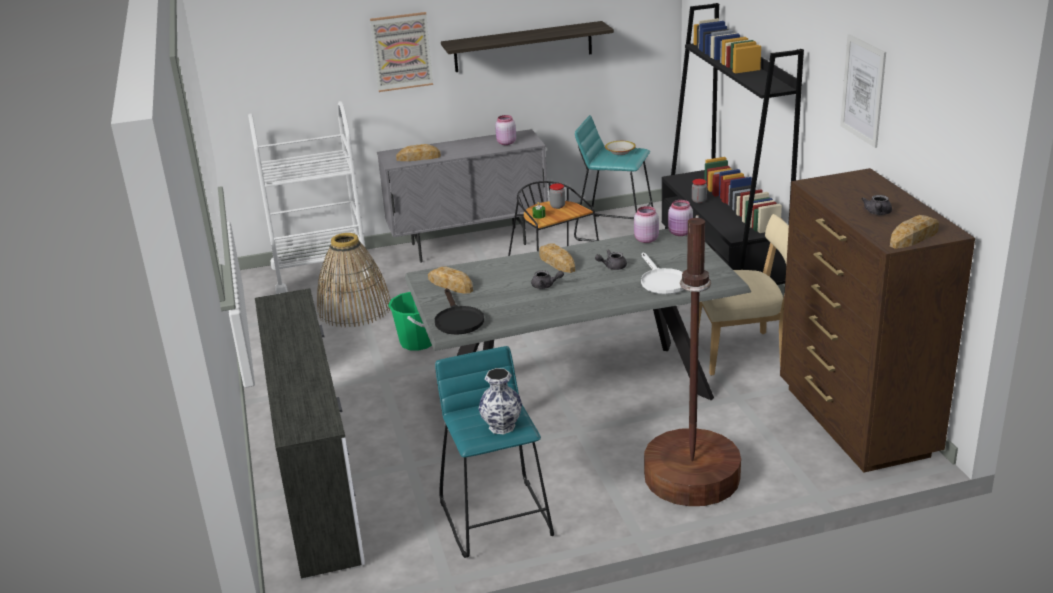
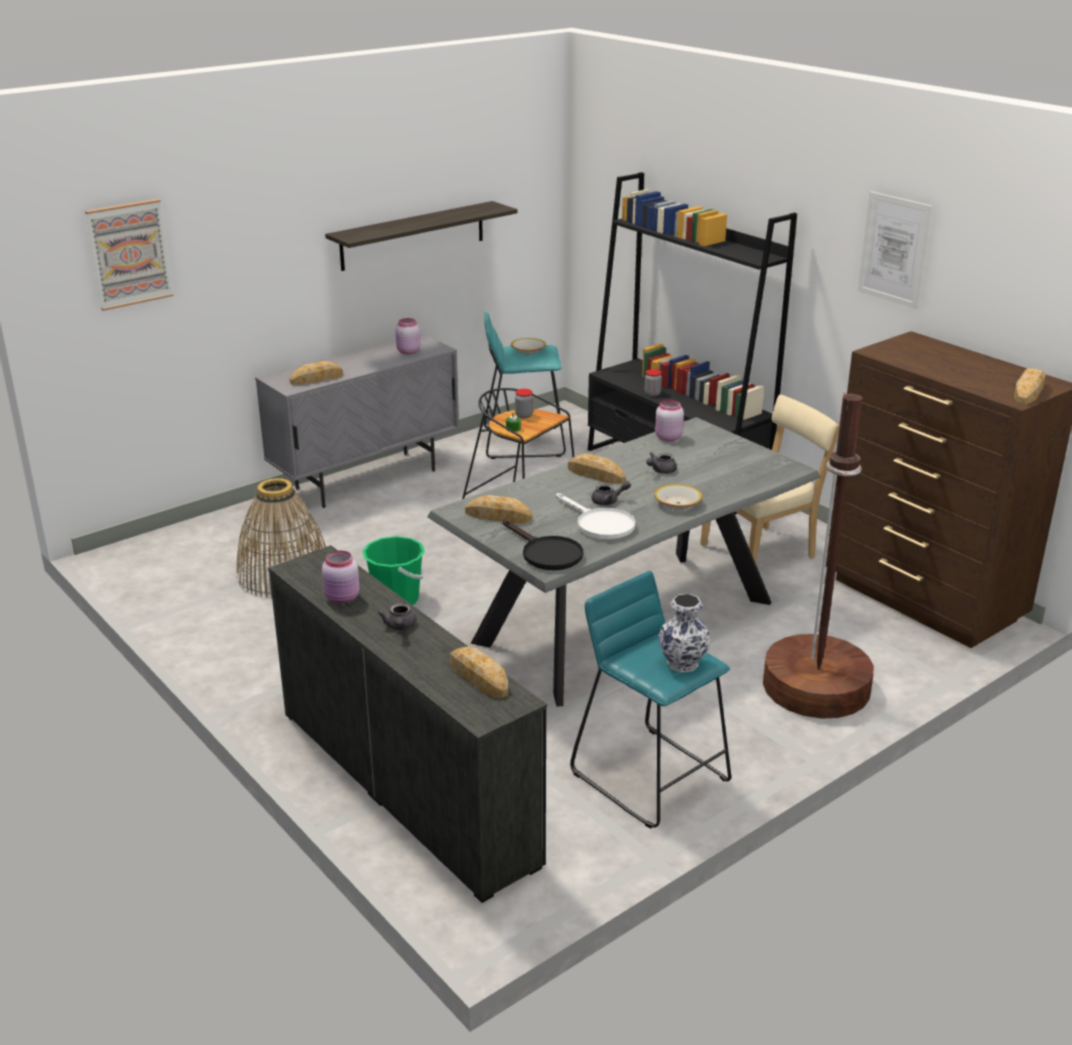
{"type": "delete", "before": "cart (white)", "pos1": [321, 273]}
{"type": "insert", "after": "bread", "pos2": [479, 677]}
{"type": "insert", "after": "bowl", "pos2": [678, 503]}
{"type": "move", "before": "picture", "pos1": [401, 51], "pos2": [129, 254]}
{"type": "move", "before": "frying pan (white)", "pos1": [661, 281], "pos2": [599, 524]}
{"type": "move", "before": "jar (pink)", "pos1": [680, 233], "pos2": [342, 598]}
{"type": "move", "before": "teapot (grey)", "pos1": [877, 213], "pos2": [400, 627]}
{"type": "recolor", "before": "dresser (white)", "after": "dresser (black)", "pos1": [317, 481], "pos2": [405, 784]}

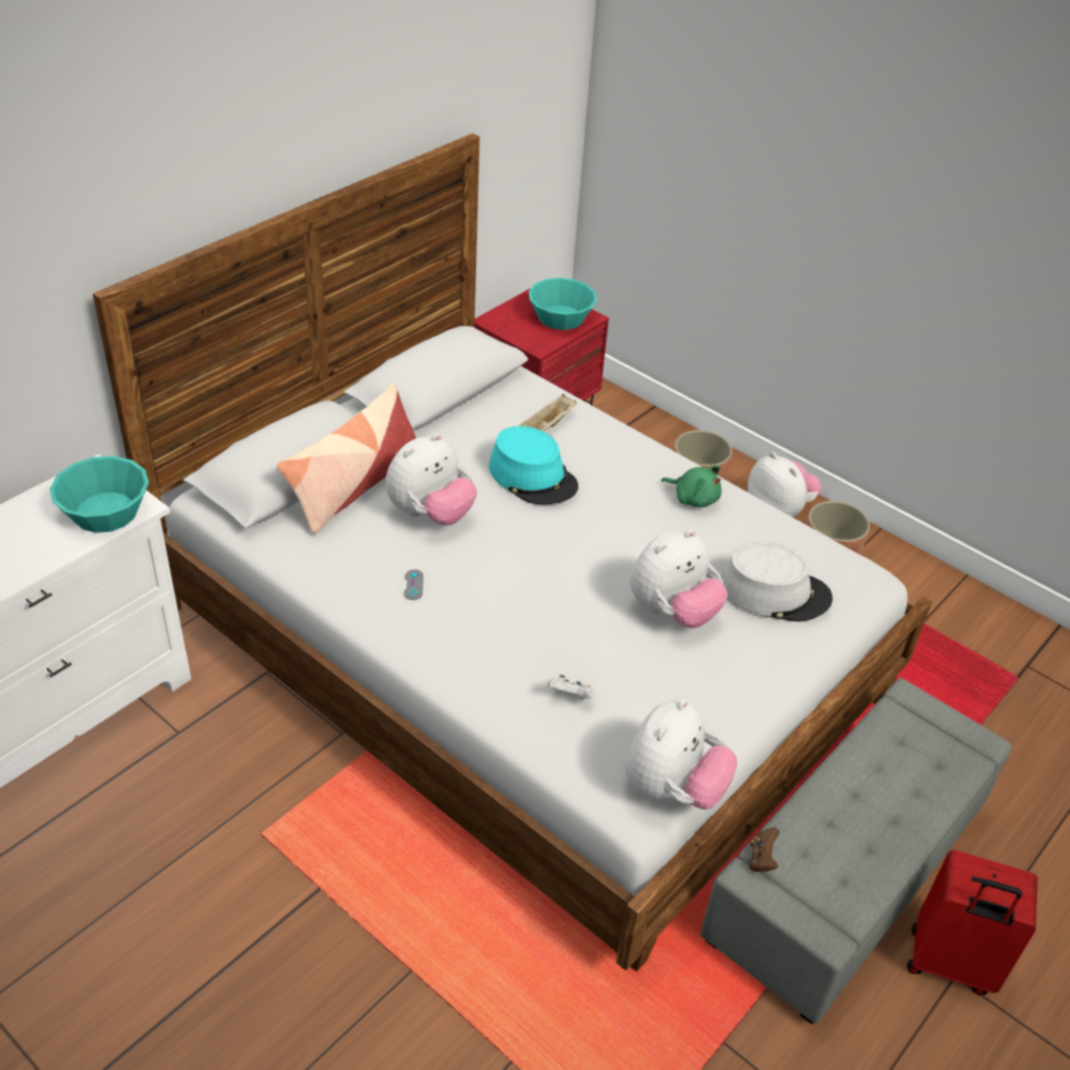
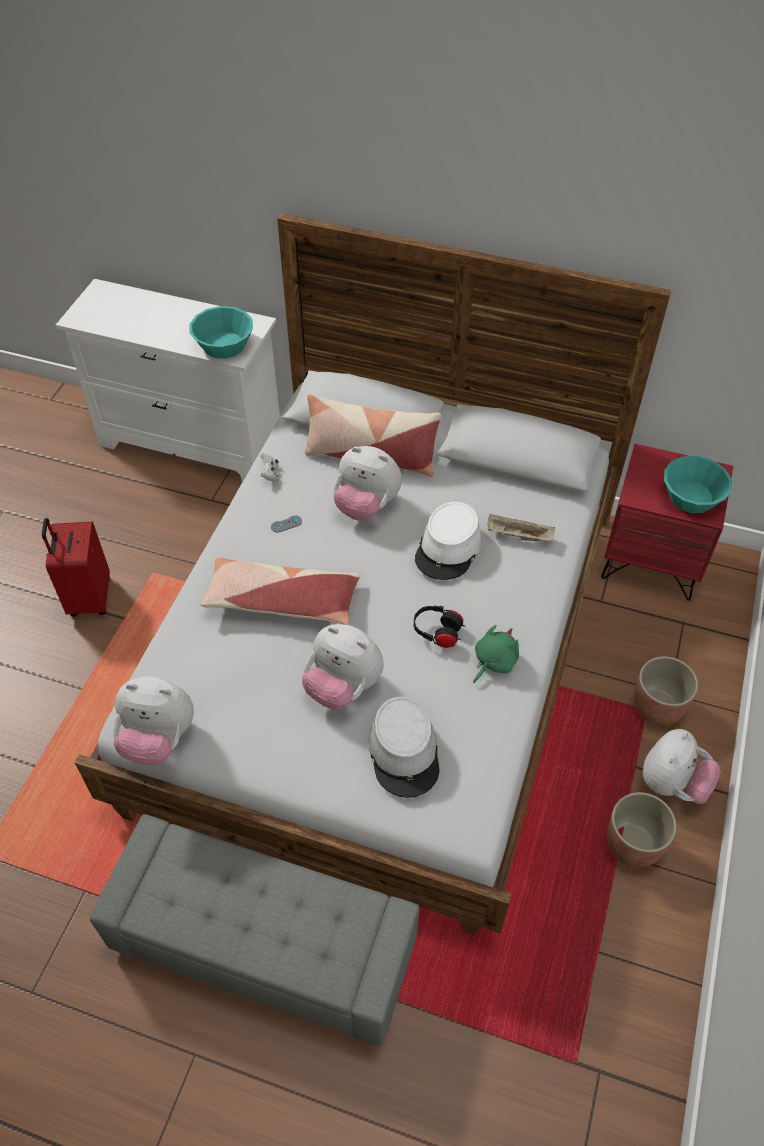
{"type": "delete", "before": "game controller (brown)", "pos1": [761, 858]}
{"type": "insert", "after": "pillow", "pos2": [281, 601]}
{"type": "insert", "after": "headphones (black)", "pos2": [438, 633]}
{"type": "move", "before": "game controller (white)", "pos1": [571, 696], "pos2": [270, 474]}
{"type": "move", "before": "suitcase (red)", "pos1": [950, 964], "pos2": [89, 598]}
{"type": "recolor", "before": "hat (turquoise)", "after": "hat (white)", "pos1": [533, 477], "pos2": [448, 548]}
{"type": "rotate", "before": "plush toy (green)", "pos1": [693, 498], "pos2": [493, 662], "turn": -150}

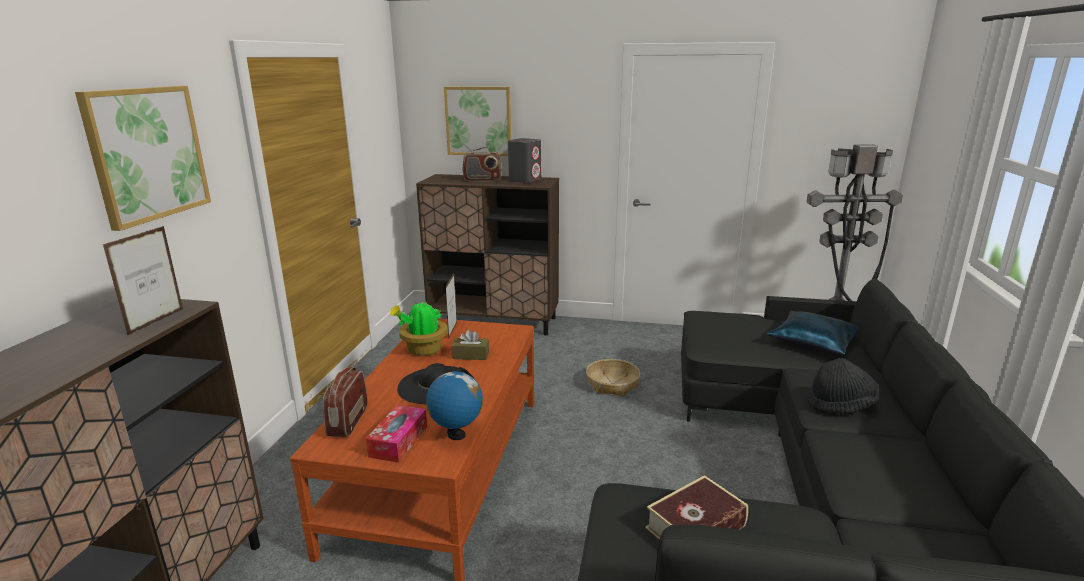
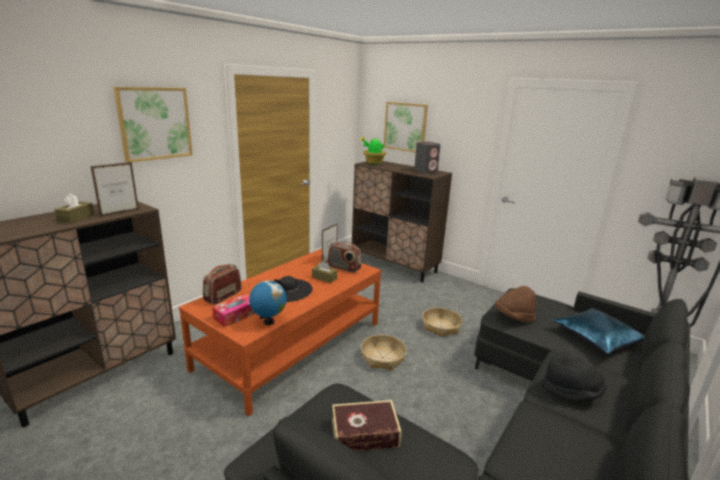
{"type": "insert", "after": "tissue box (brown)", "pos2": [76, 218]}
{"type": "insert", "after": "basket", "pos2": [383, 358]}
{"type": "insert", "after": "hat (brown)", "pos2": [514, 317]}
{"type": "move", "before": "potted plant", "pos1": [423, 350], "pos2": [373, 163]}
{"type": "move", "before": "radio", "pos1": [482, 180], "pos2": [344, 268]}

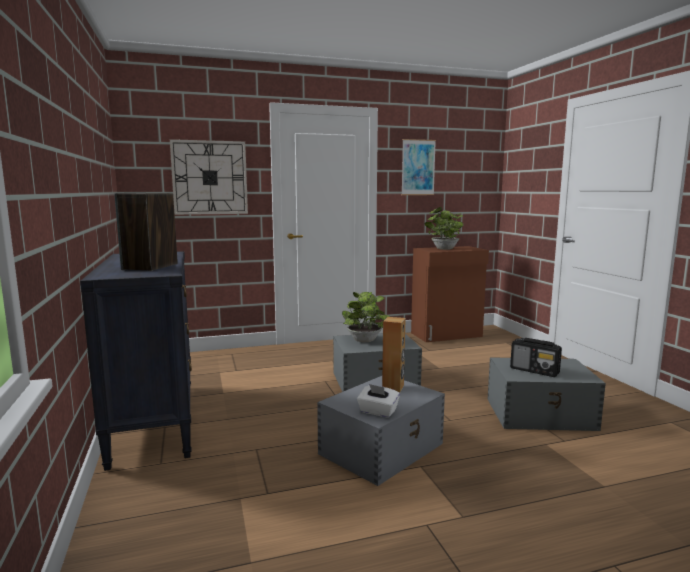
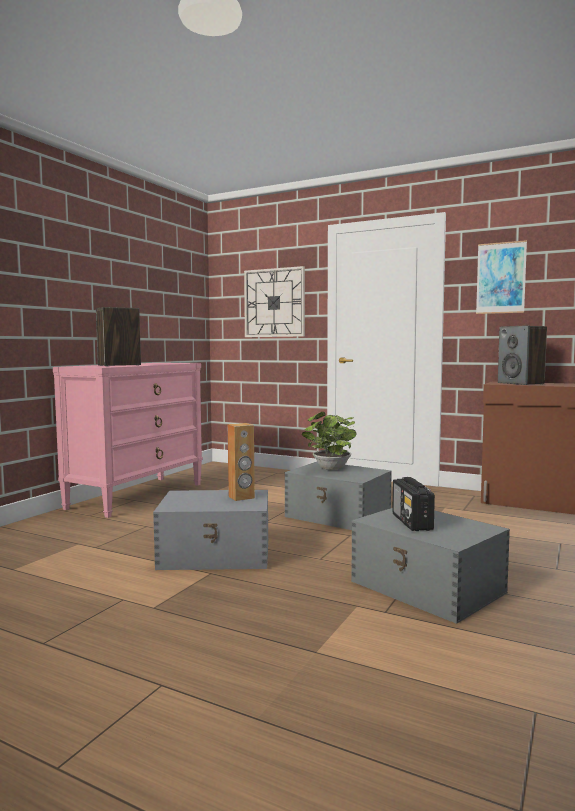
{"type": "delete", "before": "tissue box (white)", "pos1": [377, 412]}
{"type": "replace", "before": "potted plant", "after": "speaker", "pos1": [443, 249], "pos2": [521, 383]}
{"type": "recolor", "before": "dresser (black)", "after": "dresser (pink)", "pos1": [154, 421], "pos2": [137, 495]}

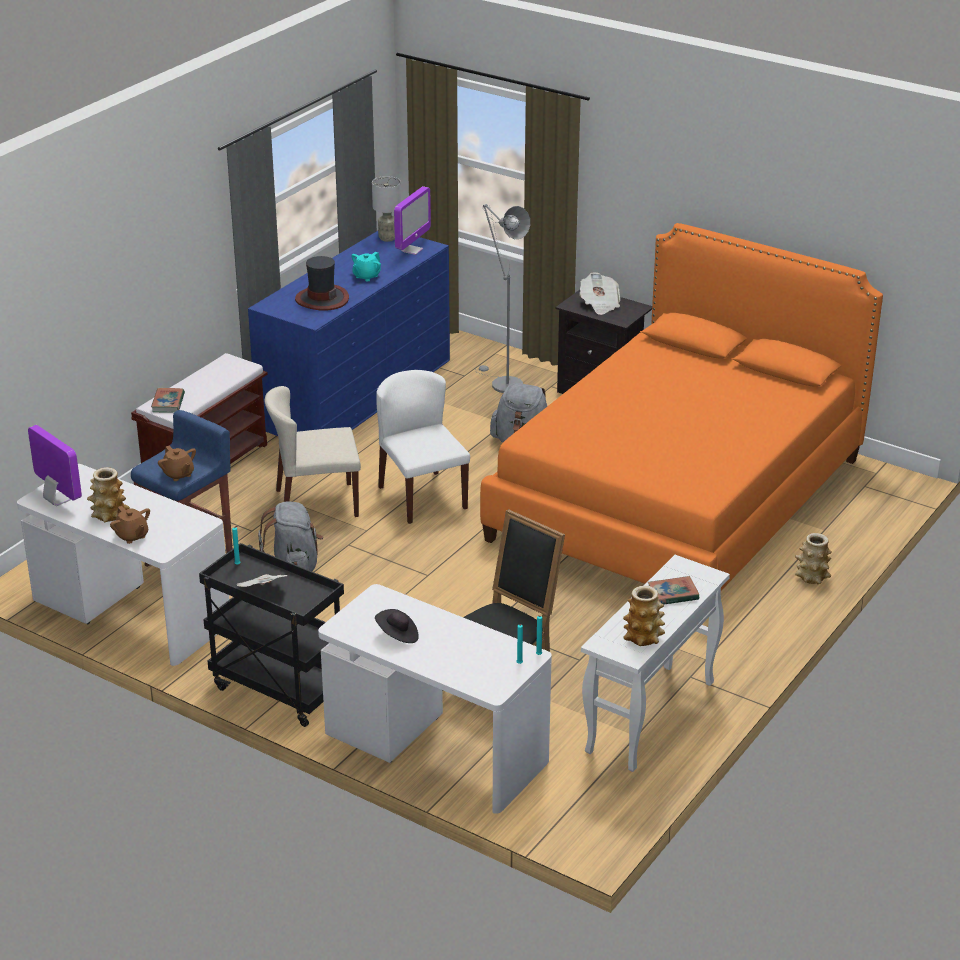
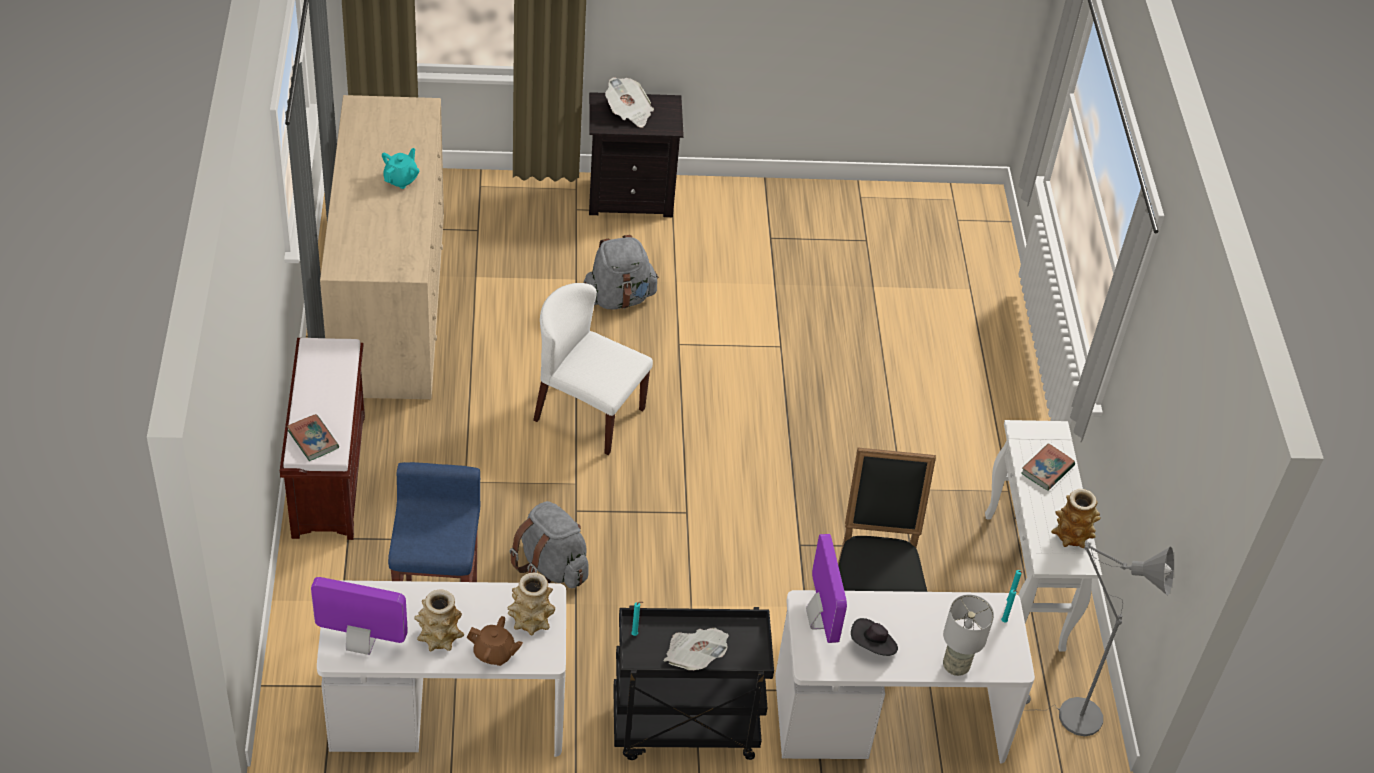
{"type": "delete", "before": "teapot (brown)", "pos1": [178, 474]}
{"type": "delete", "before": "chair (beige)", "pos1": [316, 503]}
{"type": "delete", "before": "hat", "pos1": [321, 299]}
{"type": "delete", "before": "bed (orange)", "pos1": [678, 498]}
{"type": "move", "before": "table lamp (grey)", "pos1": [387, 238], "pos2": [955, 667]}
{"type": "move", "before": "monitor", "pos1": [411, 250], "pos2": [820, 619]}
{"type": "move", "before": "floor lamp (grey)", "pos1": [502, 383], "pos2": [1071, 715]}
{"type": "move", "before": "vase", "pos1": [811, 577], "pos2": [531, 620]}
{"type": "recolor", "before": "dresser (blue)", "after": "dresser (beige)", "pos1": [356, 393], "pos2": [389, 301]}
{"type": "rotate", "before": "teapot (turquoise)", "pos1": [366, 276], "pos2": [401, 179], "turn": -150}

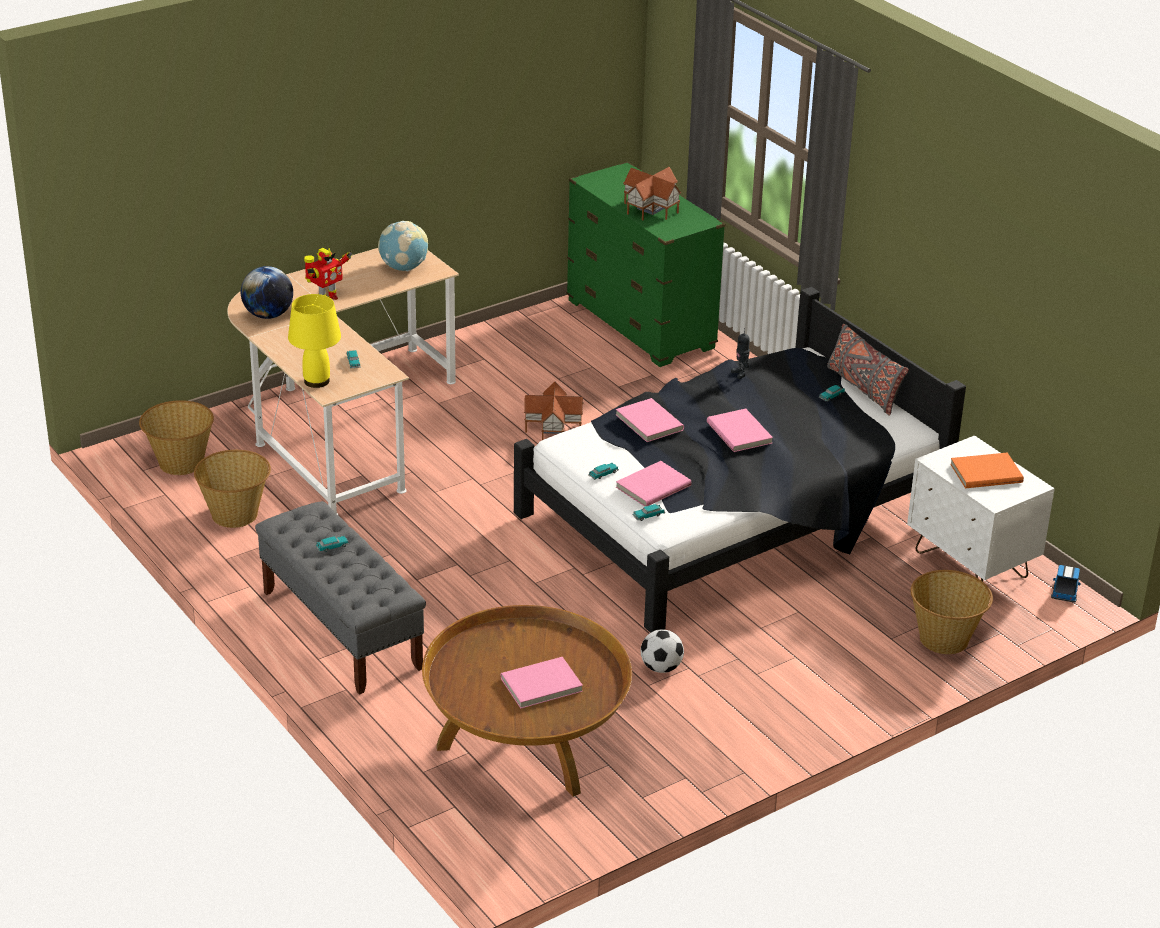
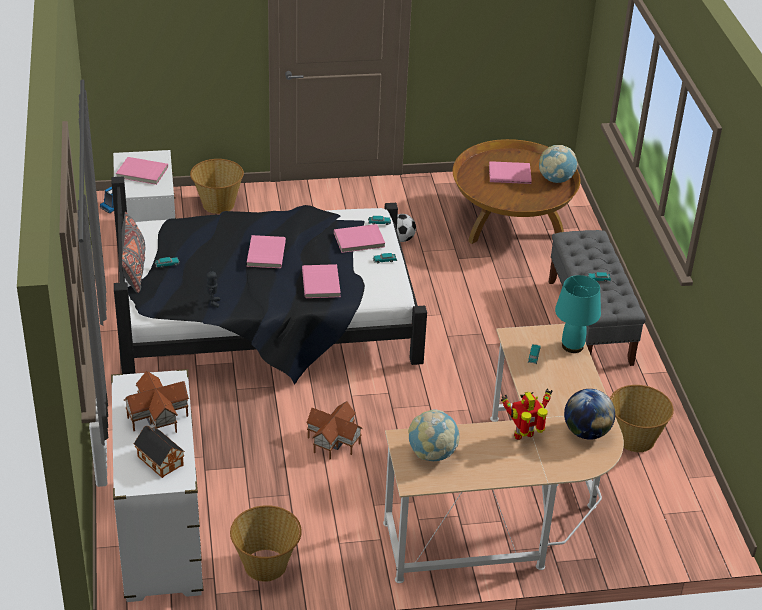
{"type": "insert", "after": "toy house", "pos2": [159, 459]}
{"type": "insert", "after": "globe", "pos2": [555, 179]}
{"type": "move", "before": "basket", "pos1": [180, 463], "pos2": [266, 565]}
{"type": "recolor", "before": "table lamp (yellow)", "after": "table lamp (turquoise)", "pos1": [317, 381], "pos2": [572, 346]}
{"type": "recolor", "before": "dresser (green)", "after": "dresser (white)", "pos1": [640, 325], "pos2": [161, 536]}
{"type": "recolor", "before": "book (orange)", "after": "book (pink)", "pos1": [985, 472], "pos2": [142, 173]}

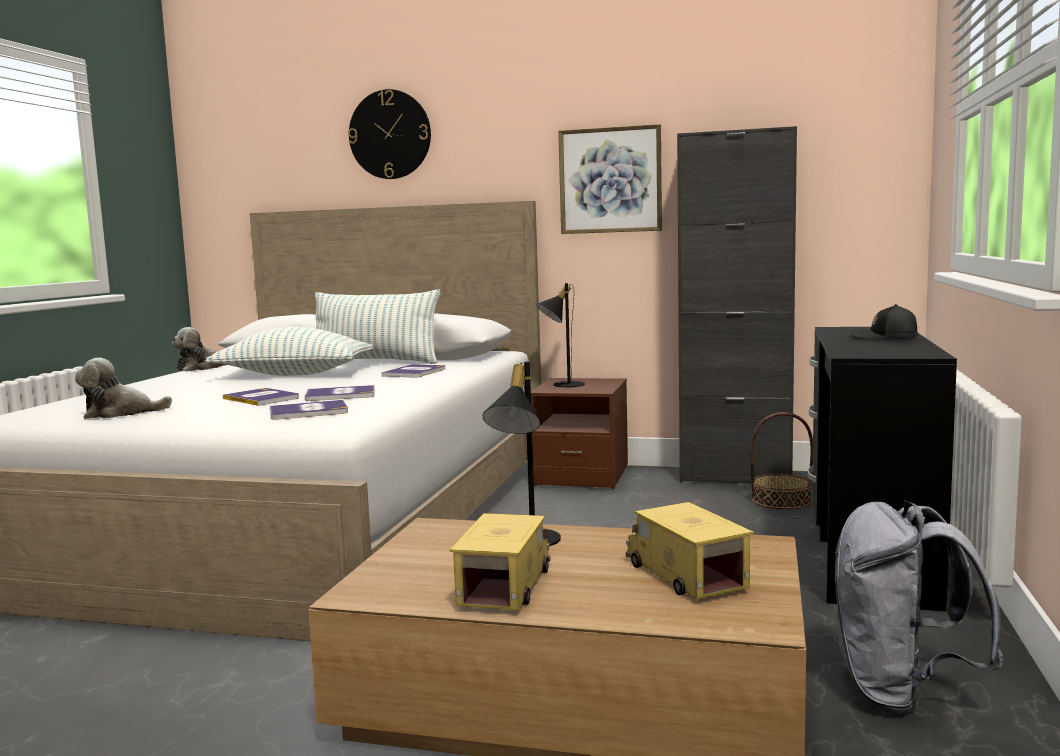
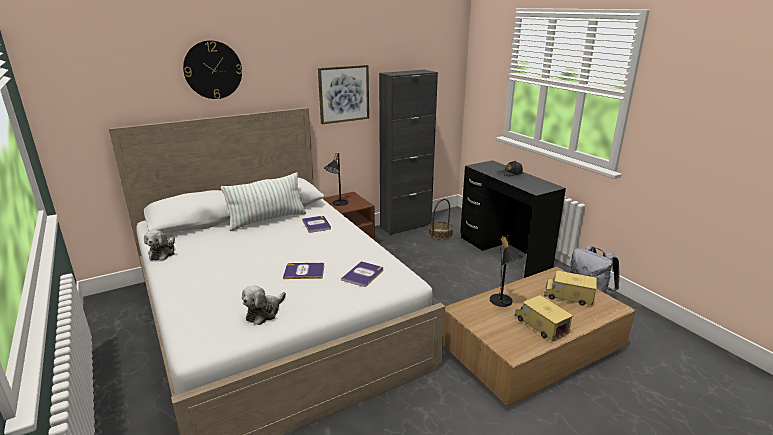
{"type": "delete", "before": "pillow", "pos1": [294, 374]}
{"type": "delete", "before": "book", "pos1": [340, 395]}

